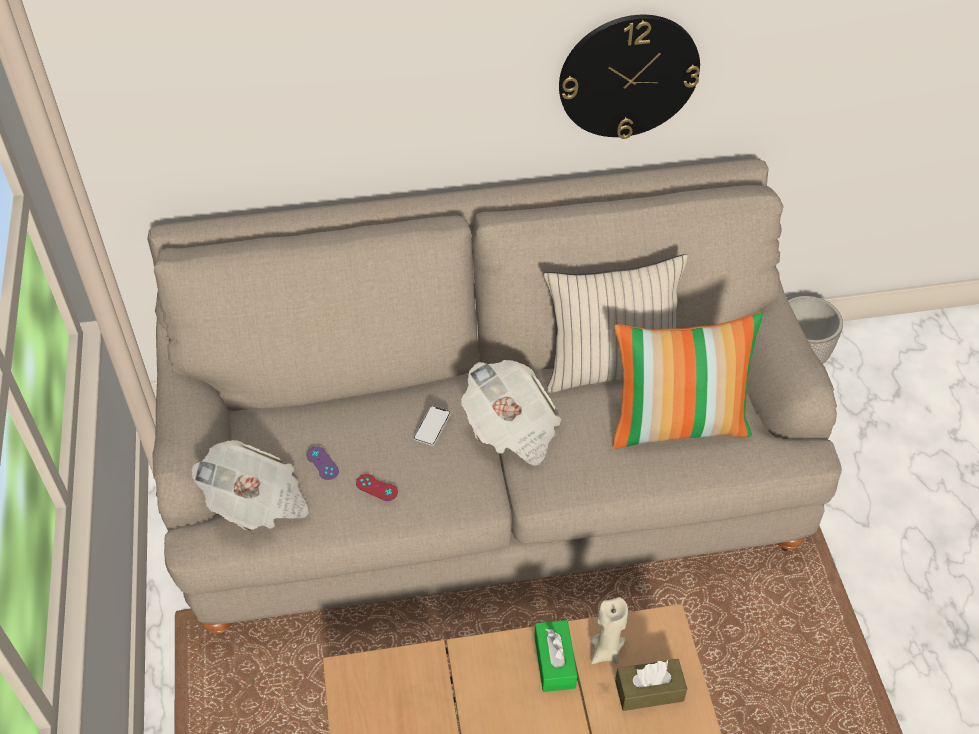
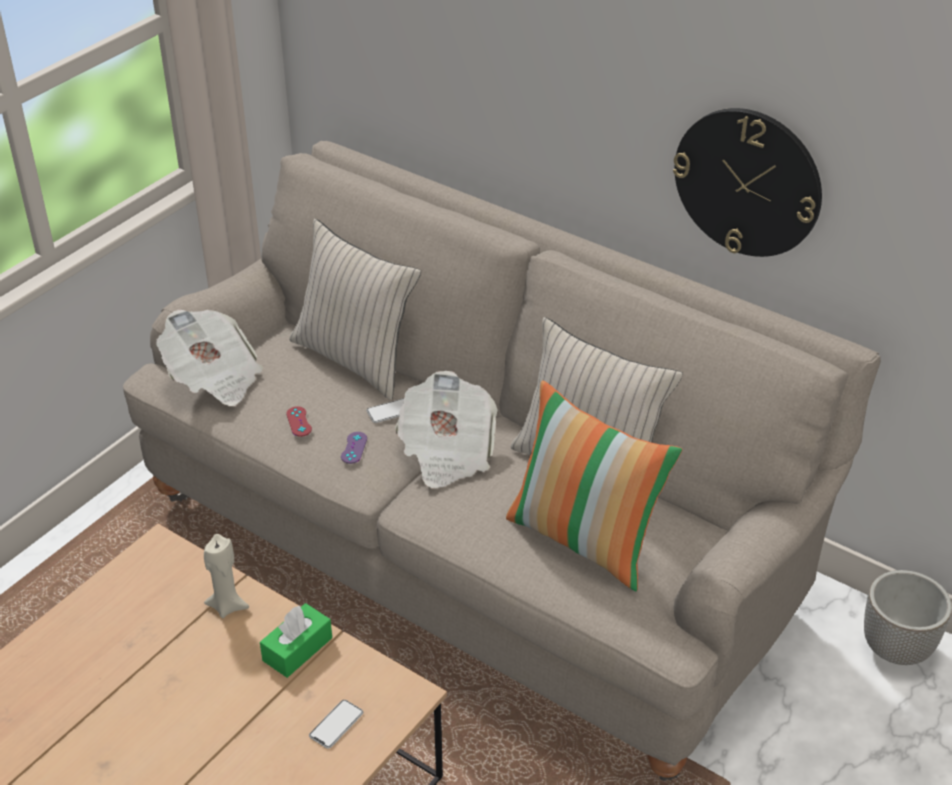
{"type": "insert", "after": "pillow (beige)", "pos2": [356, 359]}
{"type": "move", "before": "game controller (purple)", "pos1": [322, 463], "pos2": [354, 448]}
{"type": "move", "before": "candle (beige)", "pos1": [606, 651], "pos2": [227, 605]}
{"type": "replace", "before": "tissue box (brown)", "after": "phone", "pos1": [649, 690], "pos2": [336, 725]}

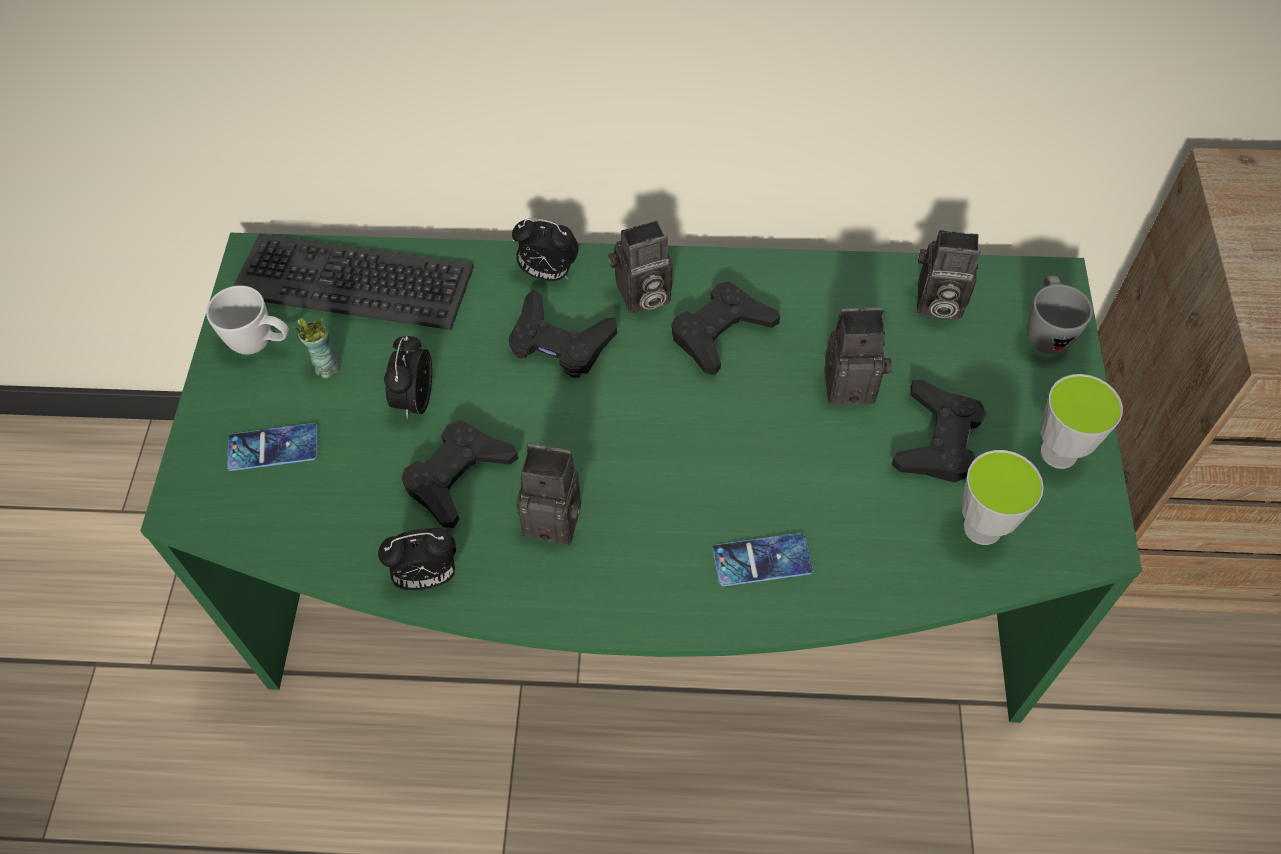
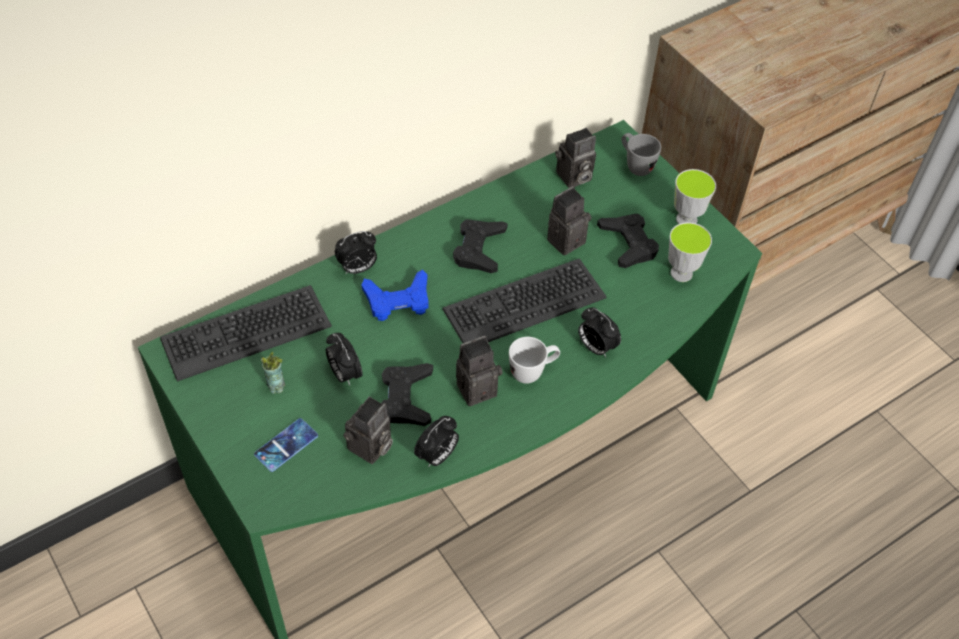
{"type": "insert", "after": "keyboard", "pos2": [524, 303]}
{"type": "move", "before": "mug (white)", "pos1": [261, 344], "pos2": [533, 372]}
{"type": "move", "before": "photo camera", "pos1": [641, 297], "pos2": [370, 448]}
{"type": "replace", "before": "phone", "after": "alarm clock", "pos1": [762, 560], "pos2": [595, 347]}
{"type": "recolor", "before": "game controller (black)", "after": "game controller (blue)", "pos1": [559, 342], "pos2": [398, 300]}

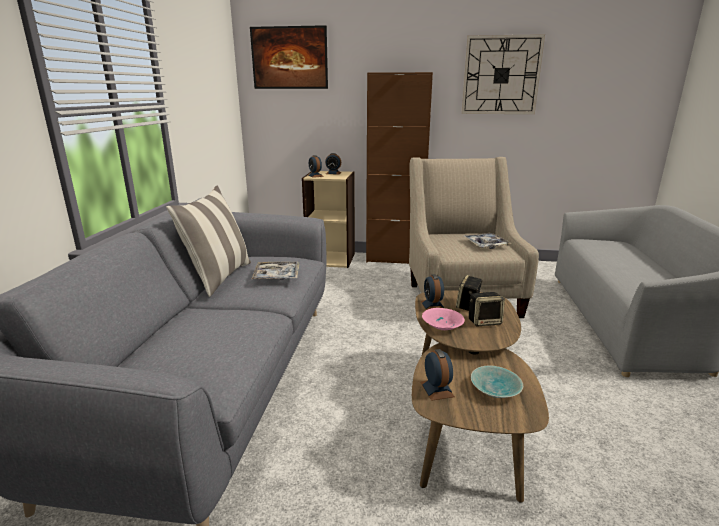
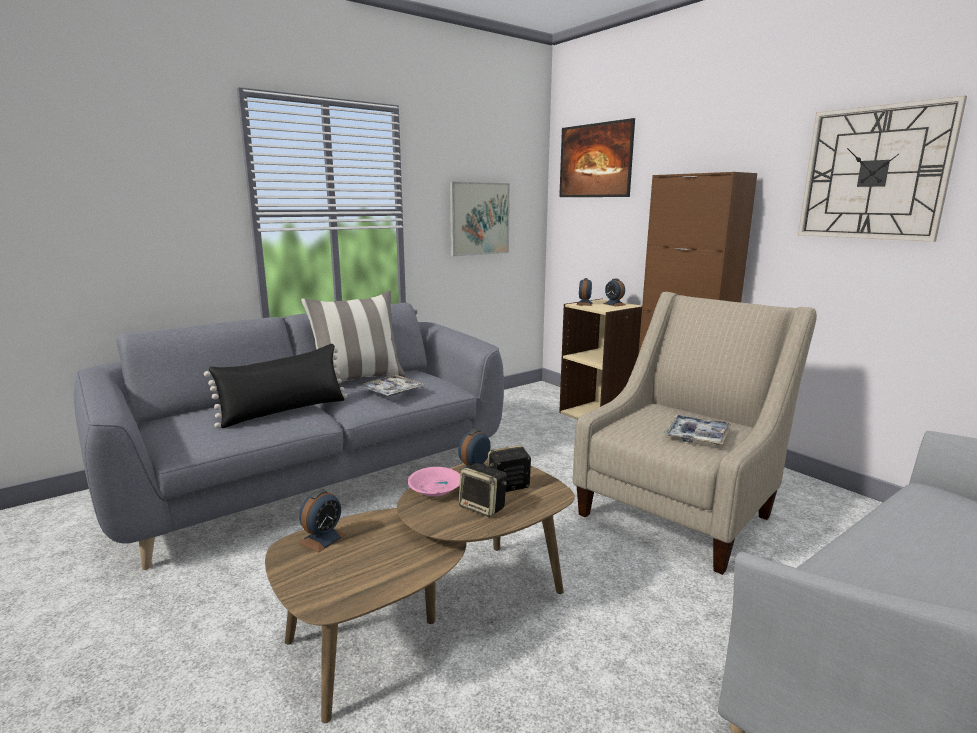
{"type": "delete", "before": "bowl (turquoise)", "pos1": [496, 390]}
{"type": "insert", "after": "pillow (black)", "pos2": [284, 411]}
{"type": "insert", "after": "picture", "pos2": [479, 219]}

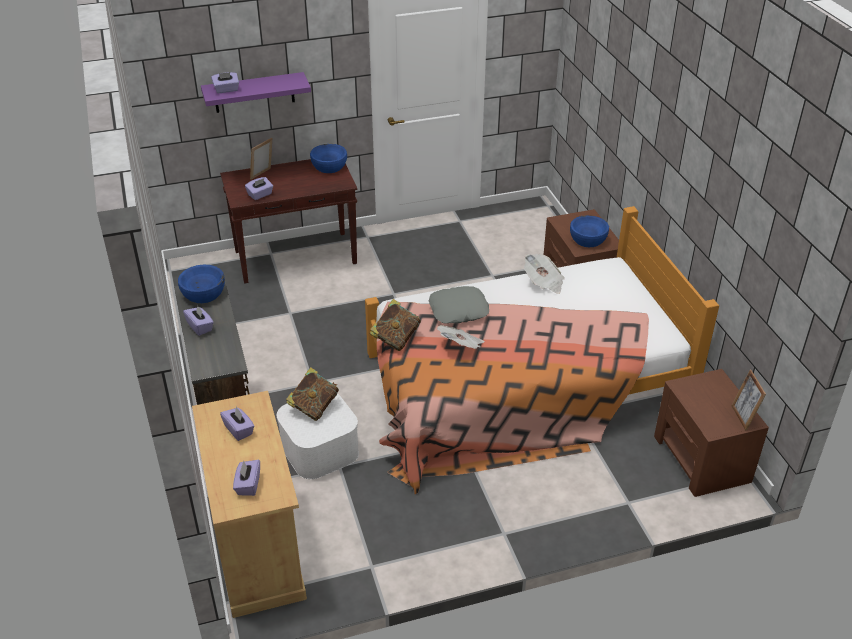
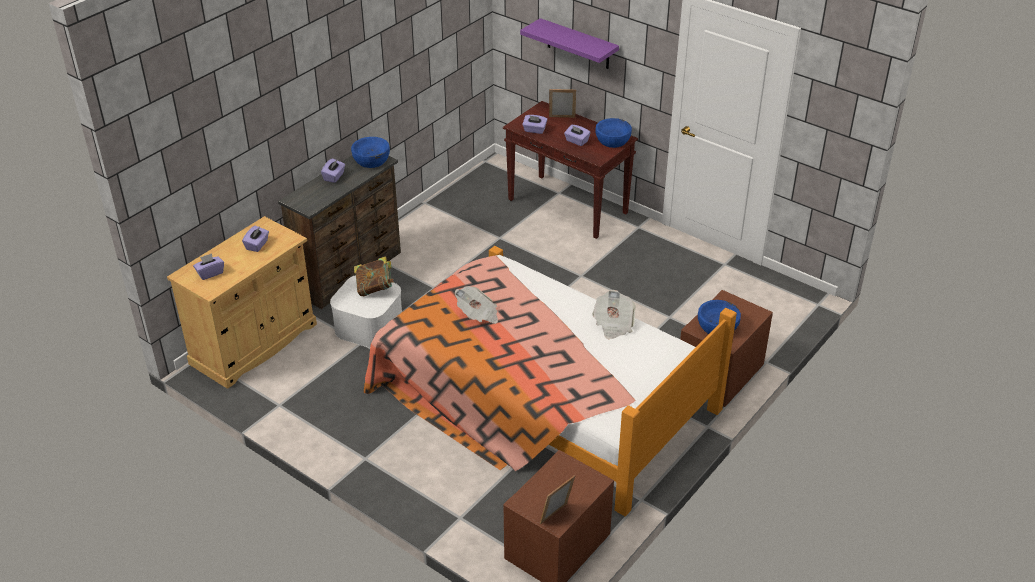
{"type": "delete", "before": "book", "pos1": [395, 338]}
{"type": "delete", "before": "pillow (grey)", "pos1": [458, 311]}
{"type": "move", "before": "tissue box (purple)", "pos1": [226, 90], "pos2": [576, 141]}

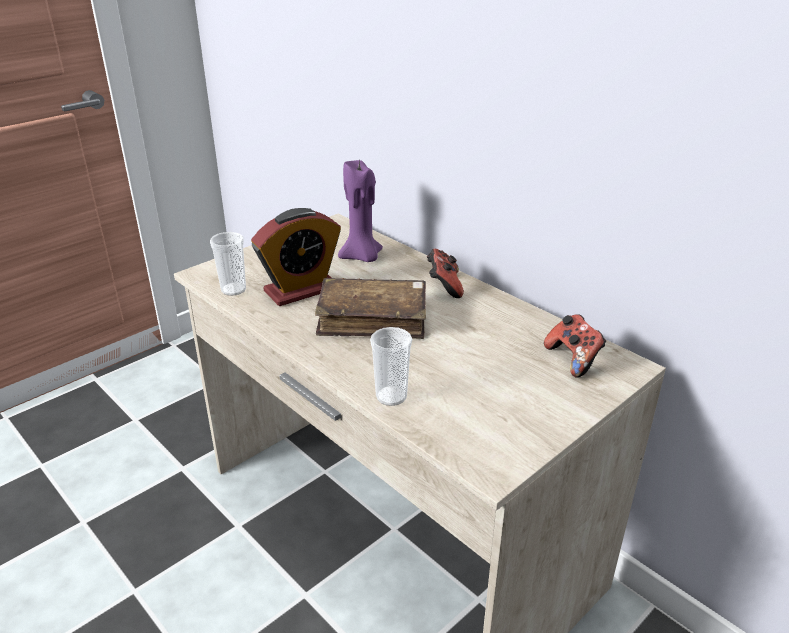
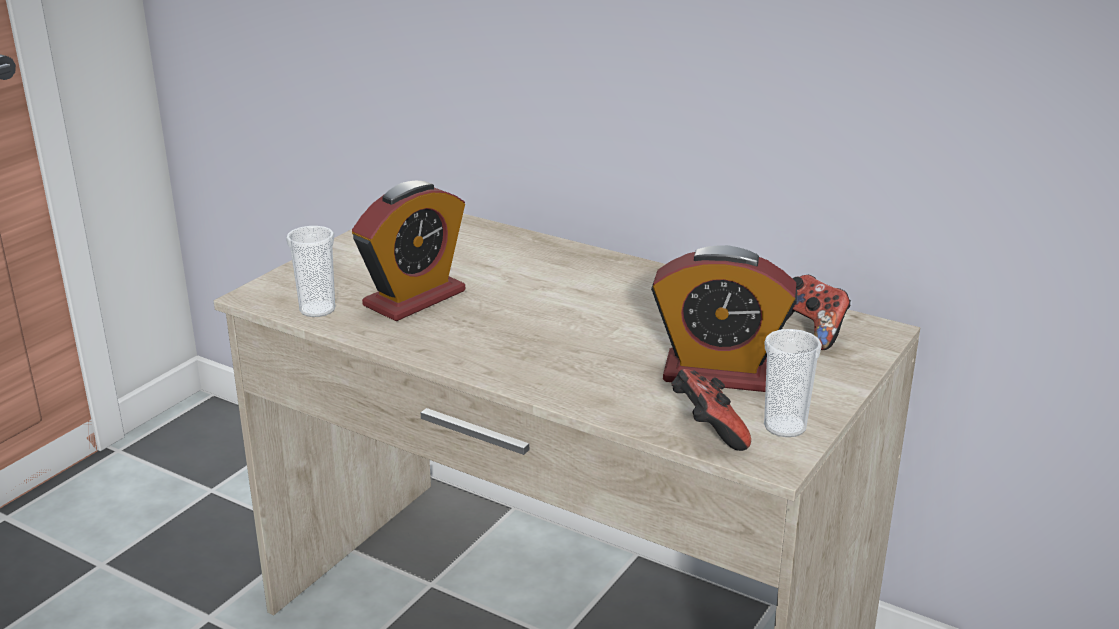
{"type": "delete", "before": "book (brown)", "pos1": [372, 319]}
{"type": "delete", "before": "candle (purple)", "pos1": [362, 257]}
{"type": "insert", "after": "alarm clock", "pos2": [718, 373]}
{"type": "move", "before": "cup", "pos1": [391, 396], "pos2": [784, 426]}
{"type": "move", "before": "game controller", "pos1": [444, 286], "pos2": [707, 432]}

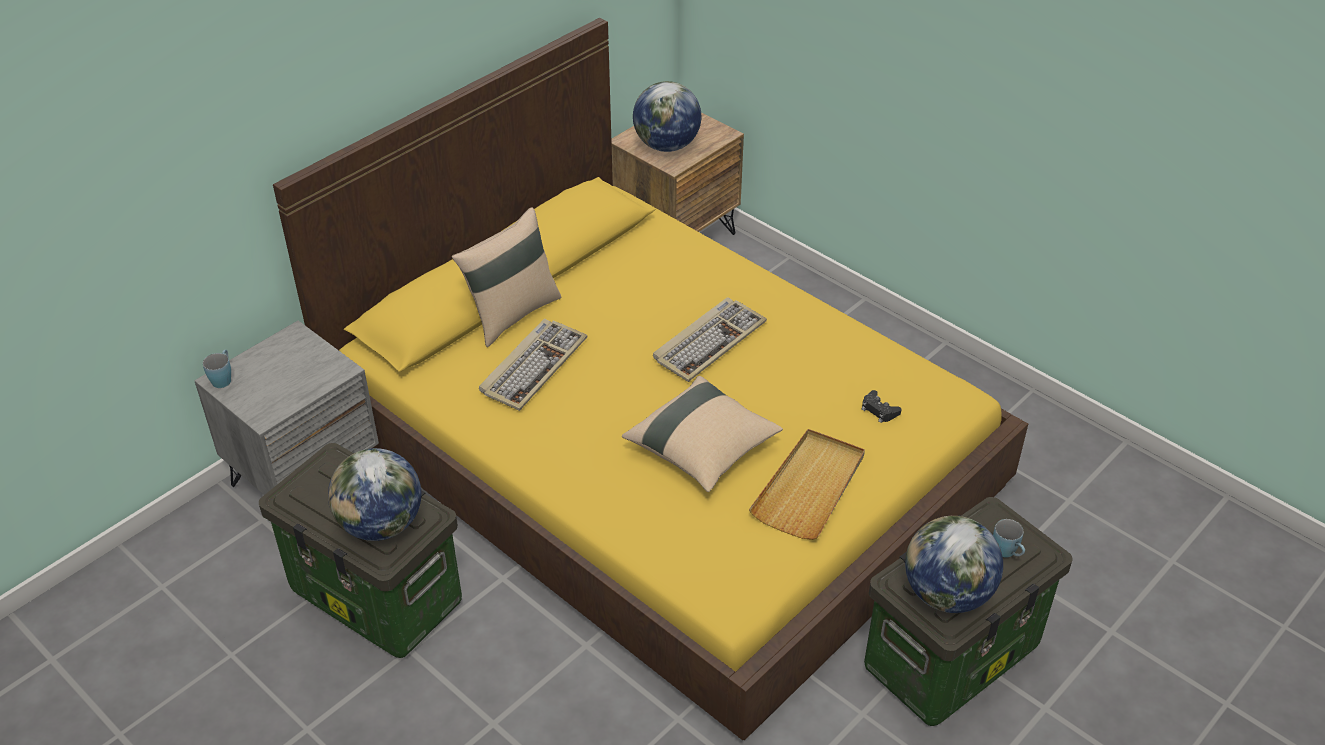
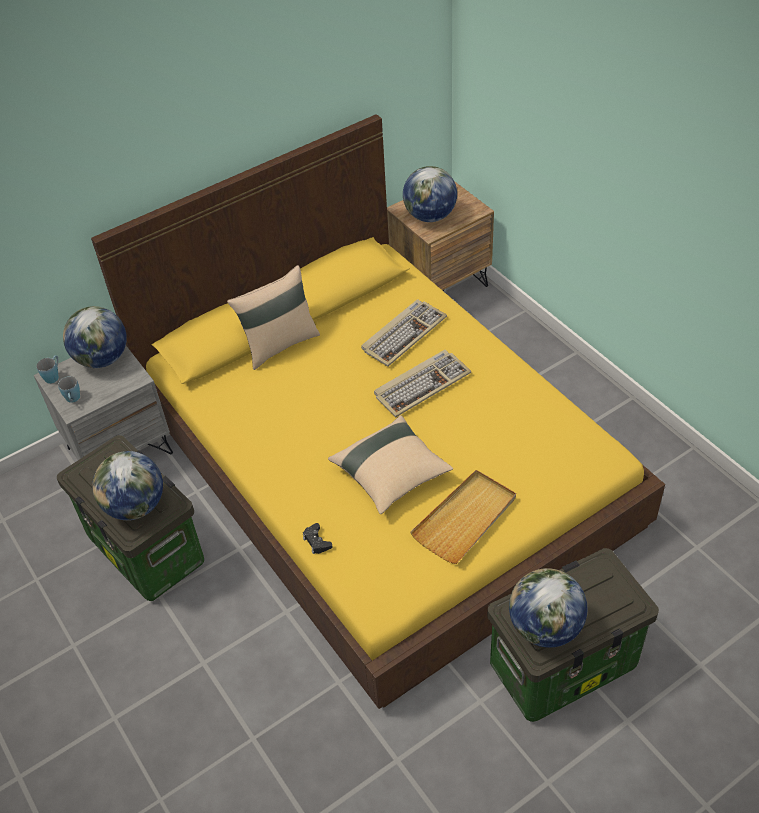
{"type": "insert", "after": "globe", "pos2": [102, 359]}
{"type": "move", "before": "keyboard", "pos1": [533, 366], "pos2": [403, 334]}
{"type": "move", "before": "game controller (black)", "pos1": [879, 410], "pos2": [317, 541]}
{"type": "move", "before": "mug (blue)", "pos1": [1007, 553], "pos2": [73, 400]}

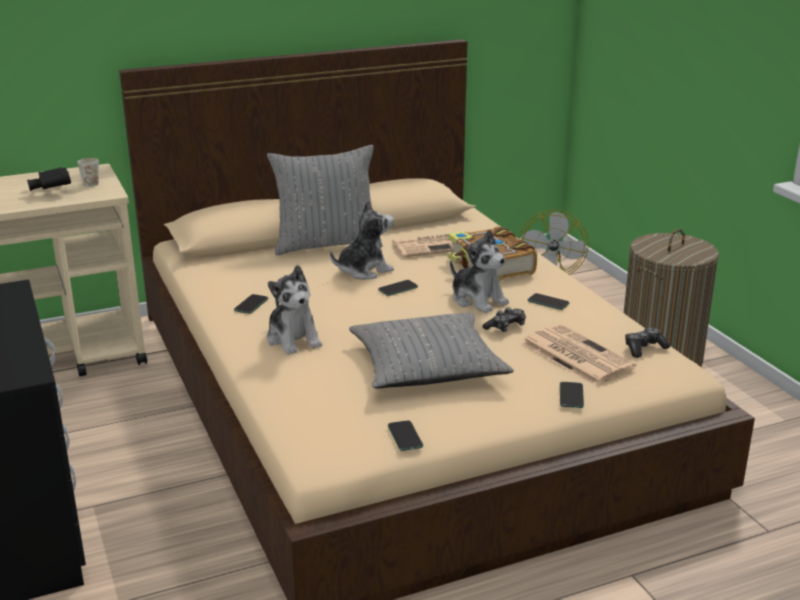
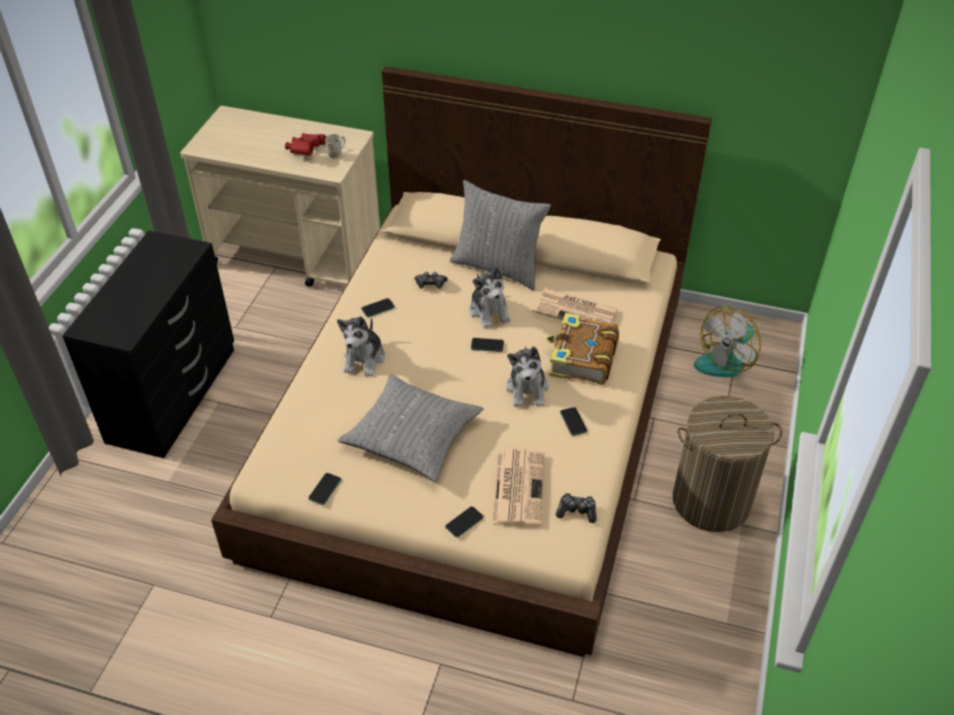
{"type": "move", "before": "game controller", "pos1": [506, 327], "pos2": [430, 284]}
{"type": "recolor", "before": "binoculars (black)", "after": "binoculars (red)", "pos1": [51, 190], "pos2": [305, 151]}
{"type": "rotate", "before": "plush toy", "pos1": [363, 270], "pos2": [489, 311], "turn": 60}

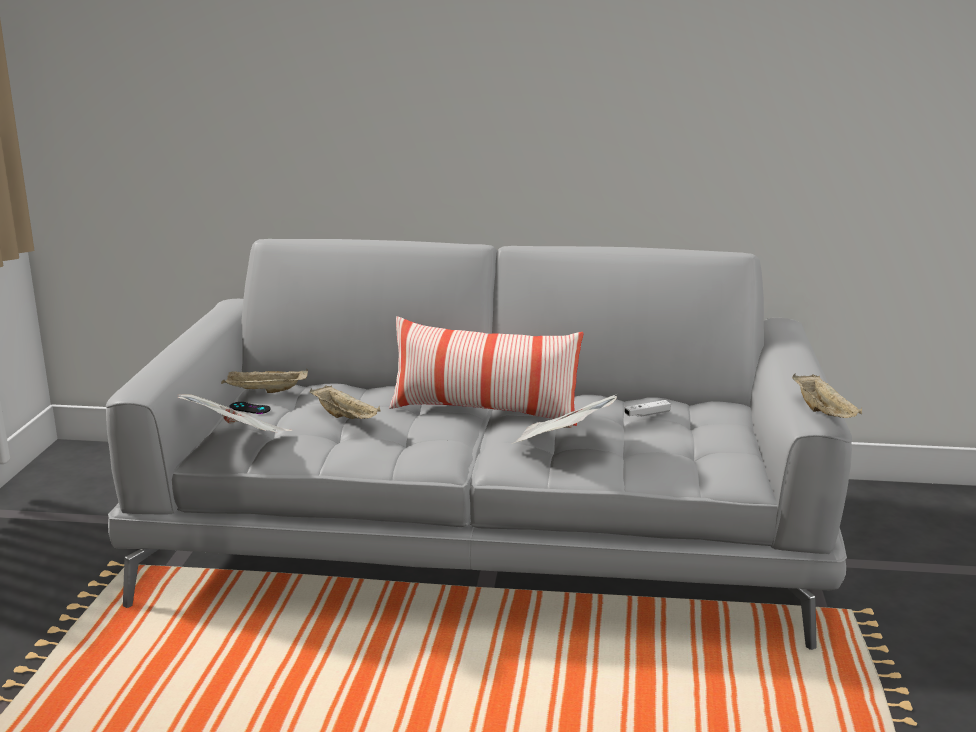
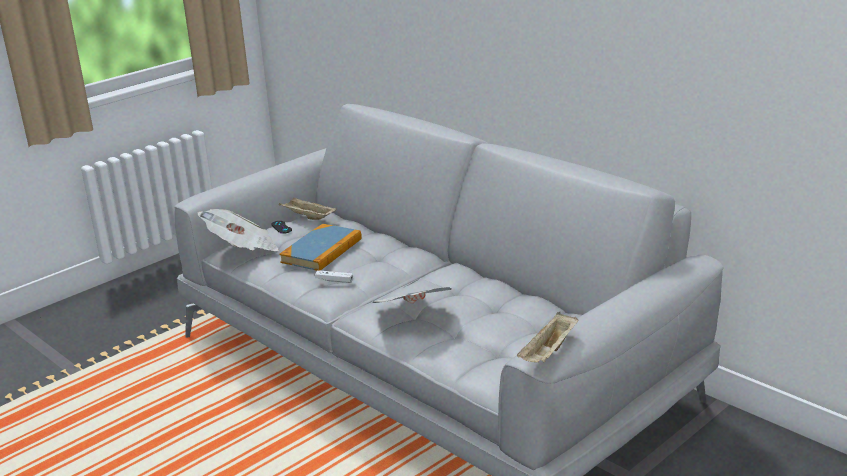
{"type": "delete", "before": "pillow", "pos1": [484, 412]}
{"type": "move", "before": "game controller (white)", "pos1": [647, 414], "pos2": [334, 280]}
{"type": "replace", "before": "tray (beige)", "after": "book", "pos1": [346, 417], "pos2": [322, 251]}

